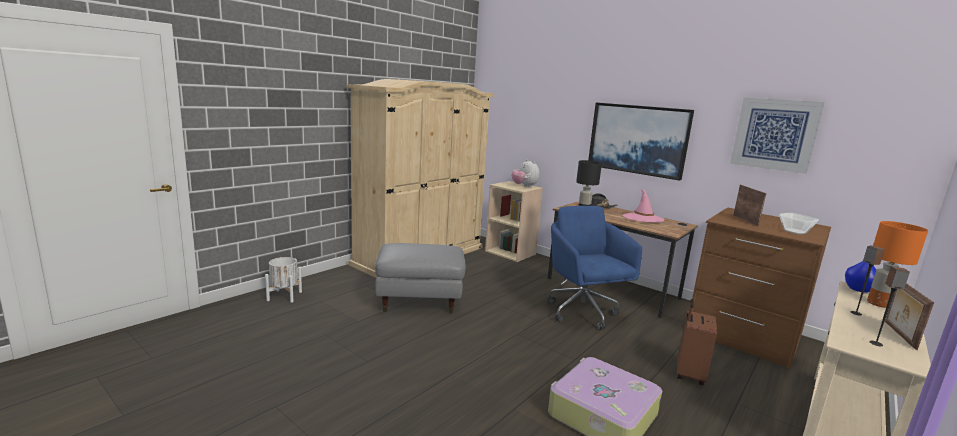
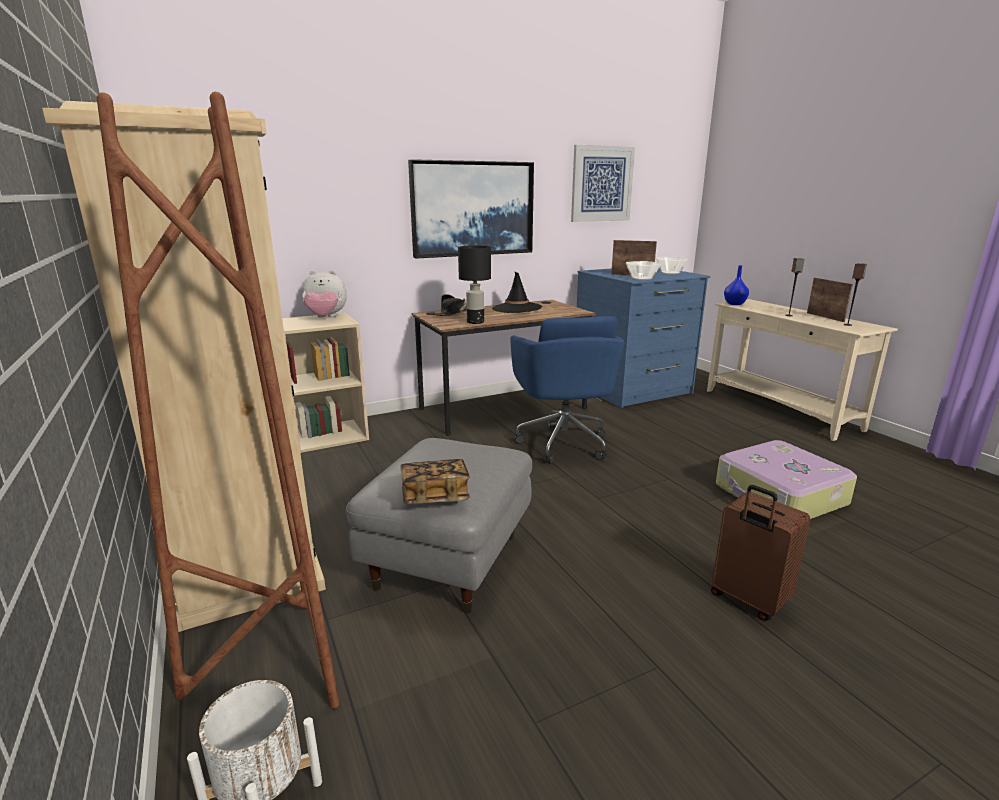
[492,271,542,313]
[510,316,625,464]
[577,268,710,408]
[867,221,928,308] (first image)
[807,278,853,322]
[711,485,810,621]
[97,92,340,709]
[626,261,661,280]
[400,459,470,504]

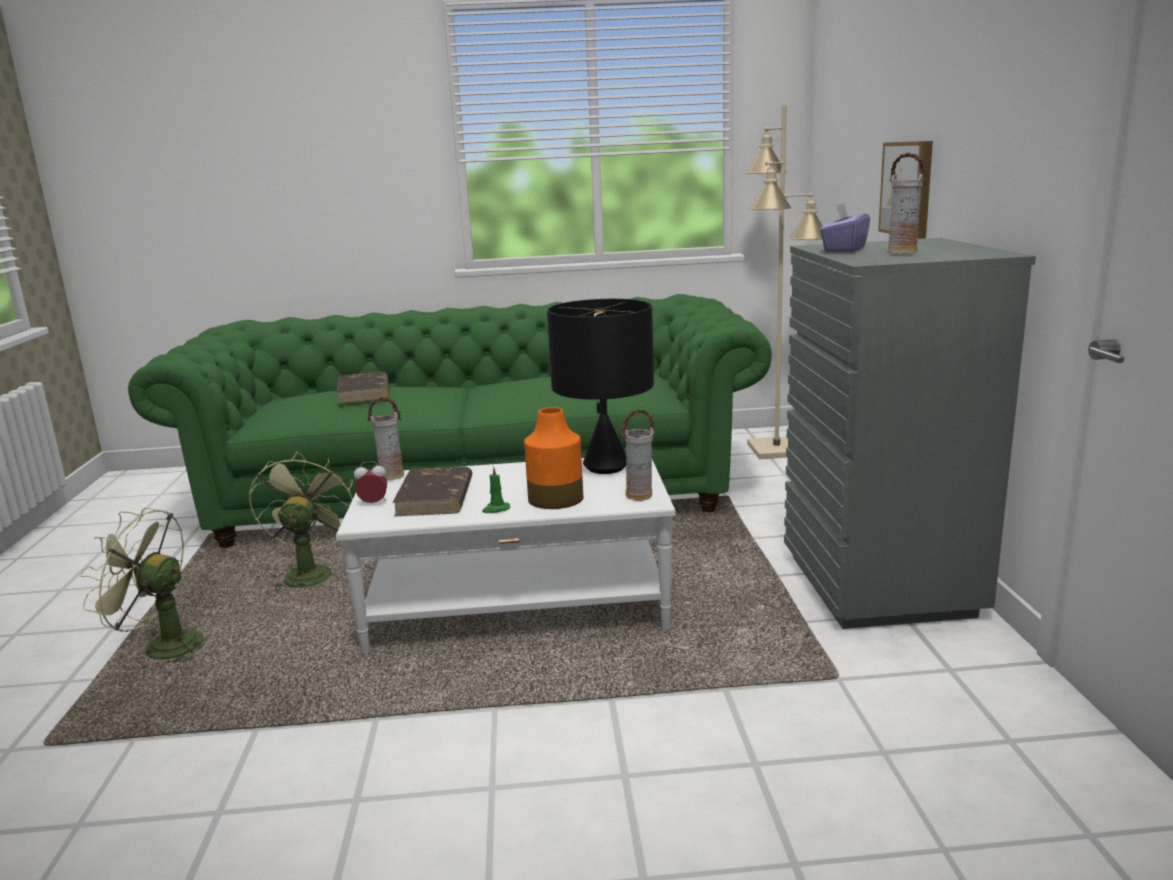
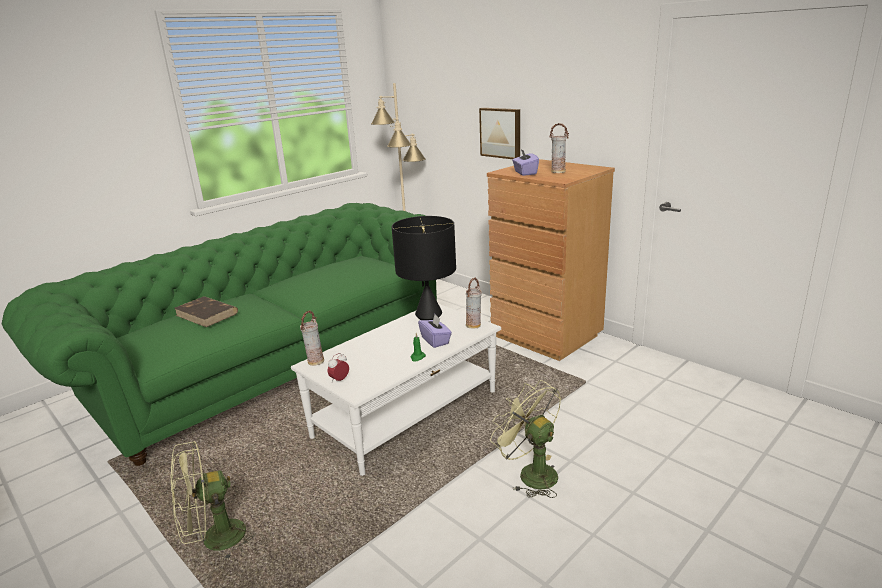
[487,159,615,361]
[418,314,452,348]
[490,380,561,498]
[392,467,472,516] (first image)

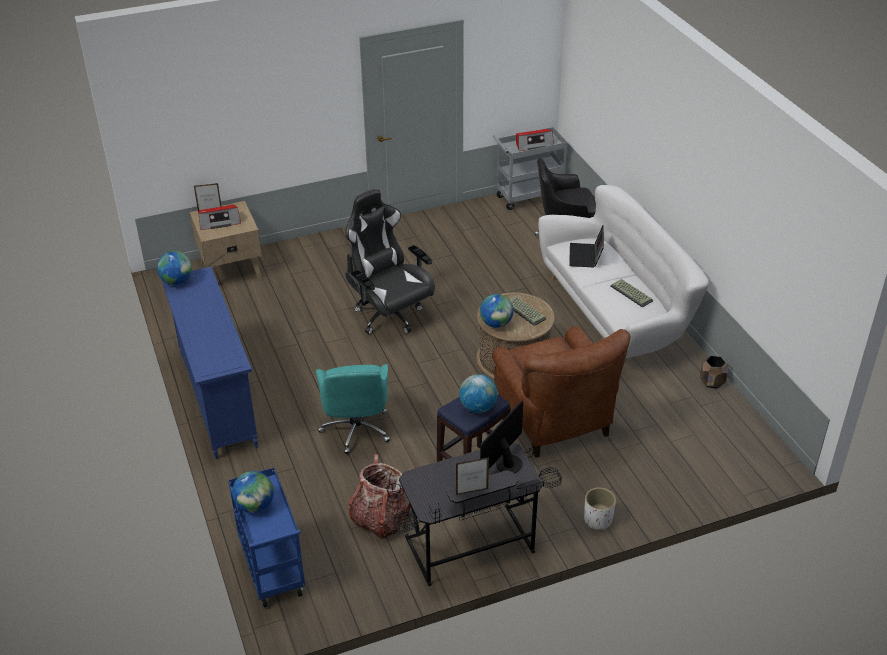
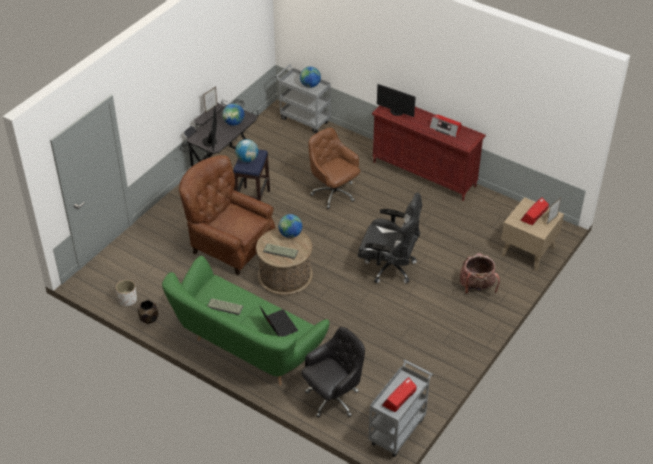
[162,256,329,386]
[222,104,244,126]
[372,106,486,201]
[308,127,361,209]
[460,253,500,294]
[275,64,331,133]
[116,280,137,307]
[377,84,416,117]
[429,114,461,138]

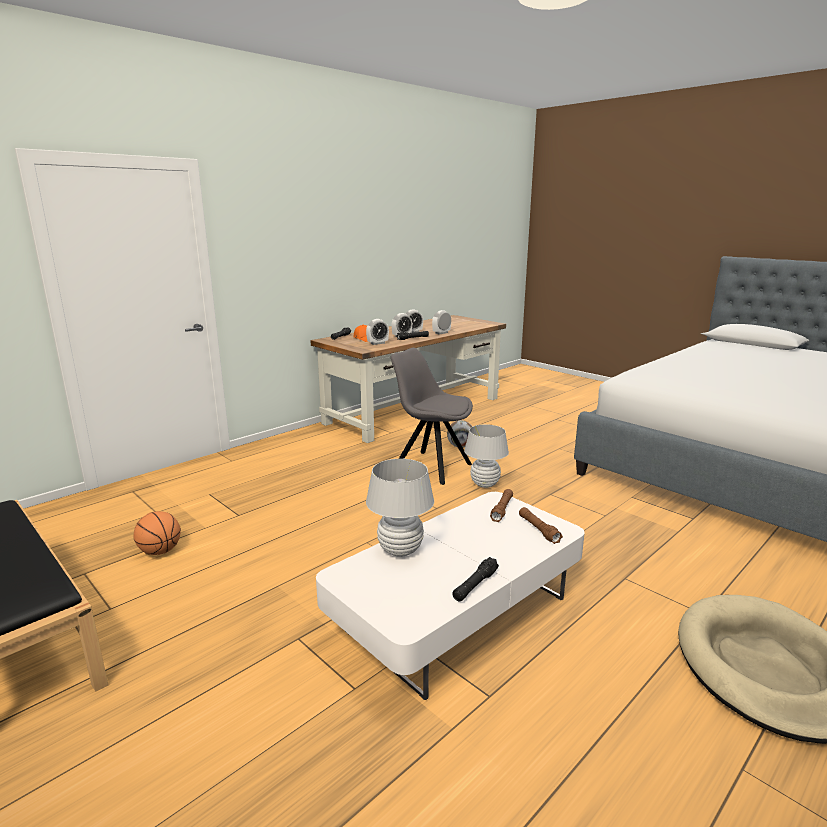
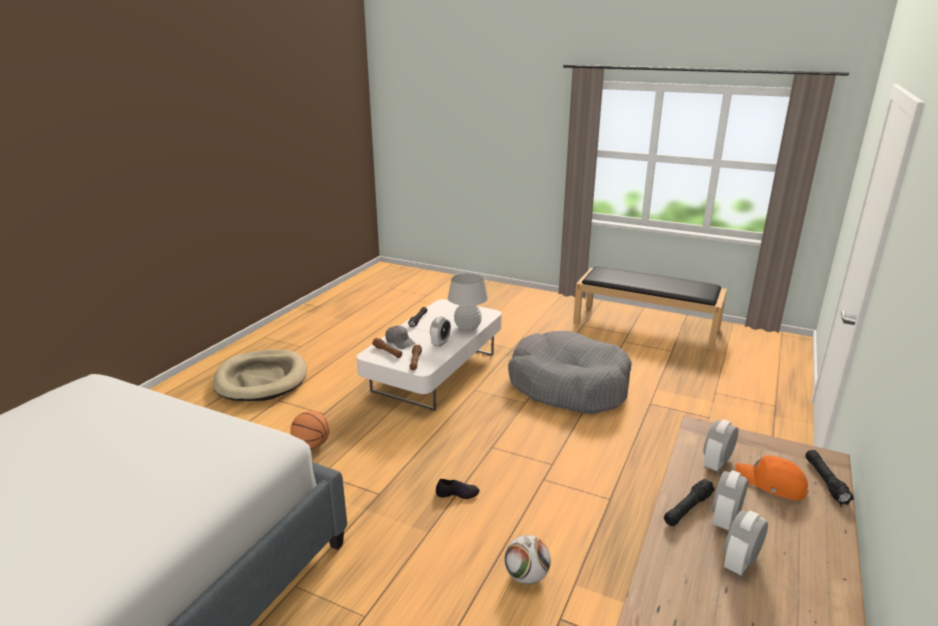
[430,317,451,347]
[391,348,473,485] (first image)
[436,479,480,499]
[290,411,330,449]
[385,326,416,349]
[508,331,632,414]

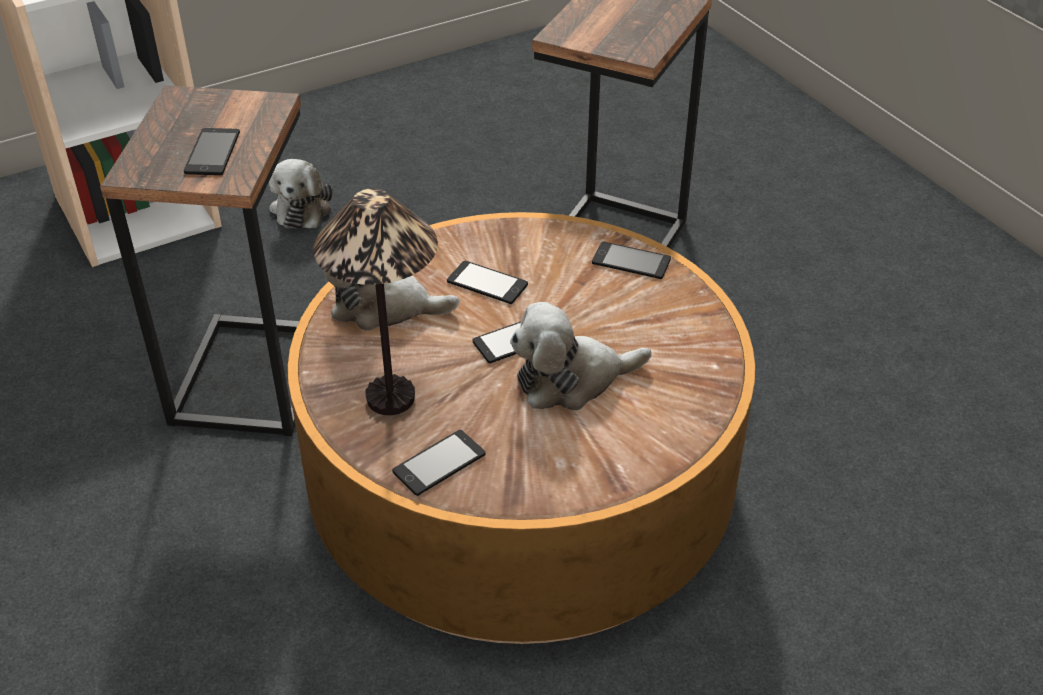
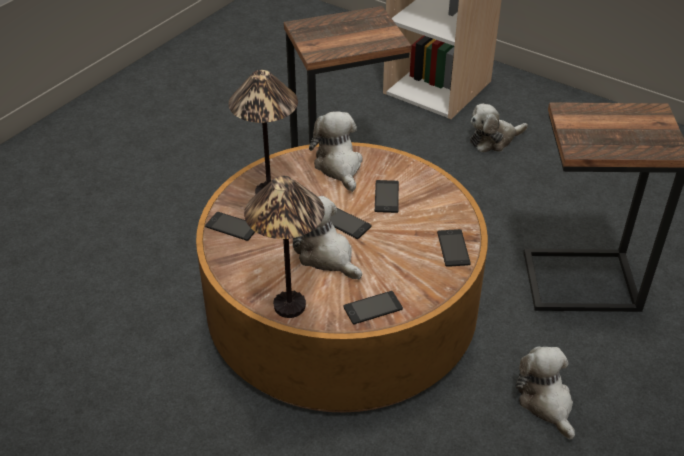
[344,291,403,325]
[244,176,325,318]
[516,346,575,439]

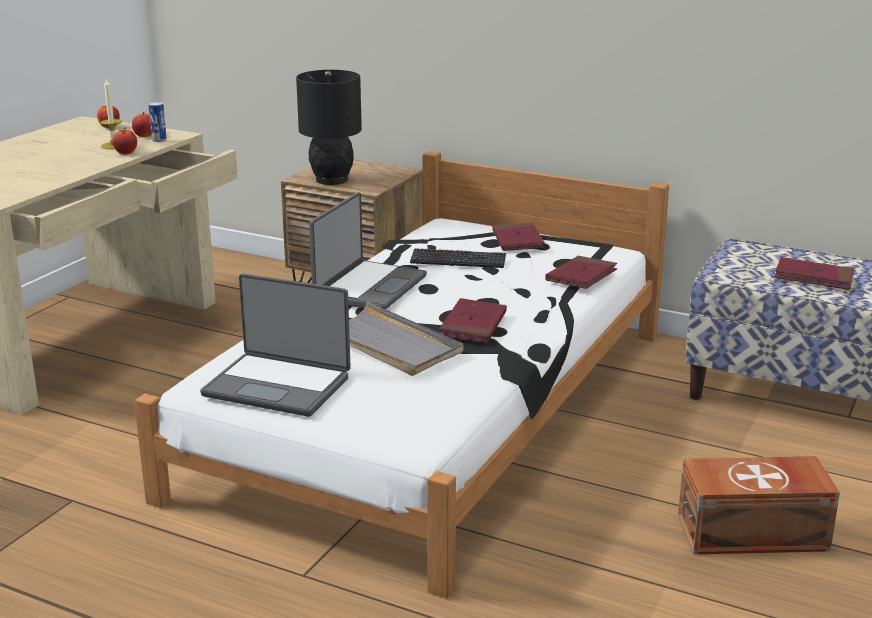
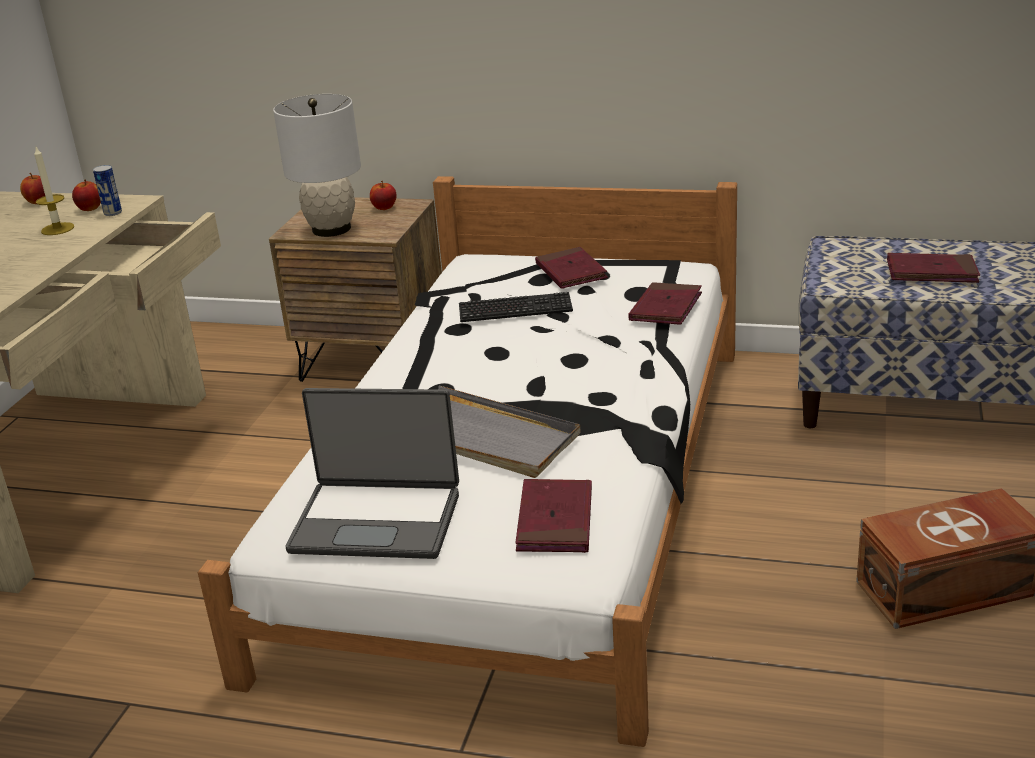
[273,94,361,237]
[370,181,396,210]
[309,192,427,309] (first image)
[515,479,592,553]

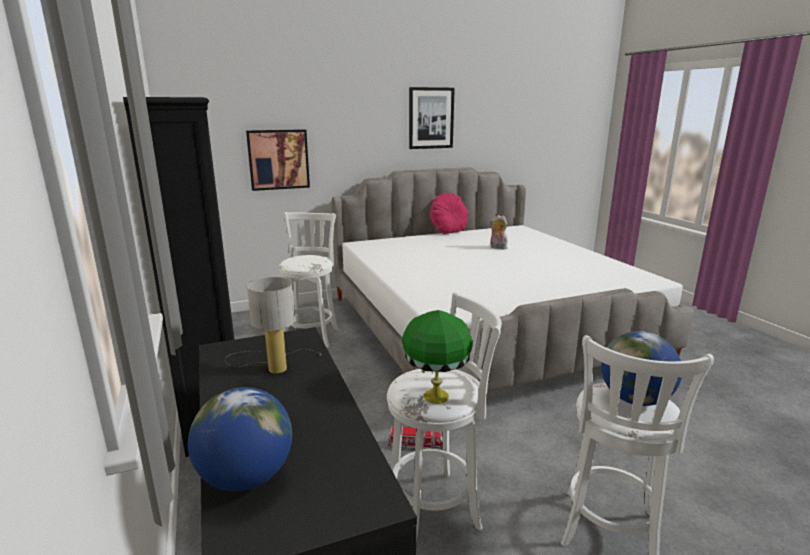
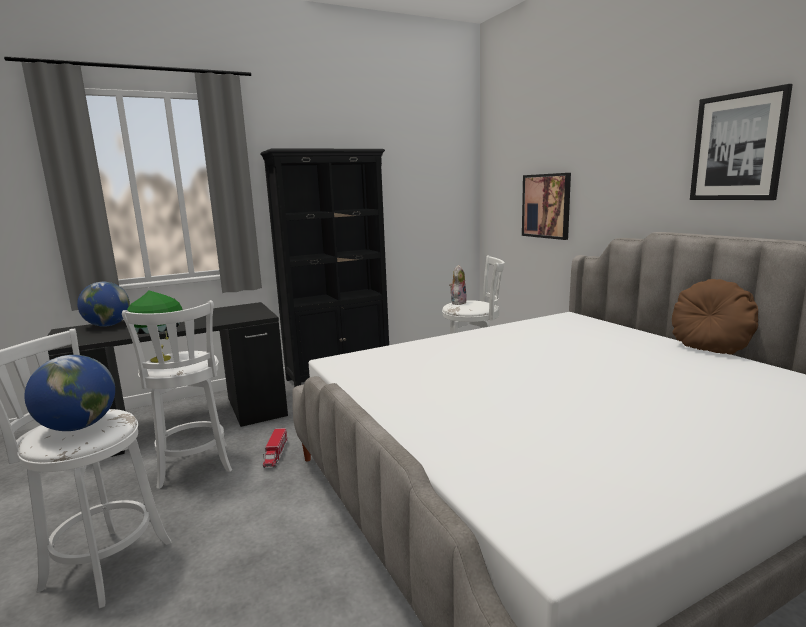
[672,279,758,355]
[449,265,467,305]
[225,277,322,373] (first image)

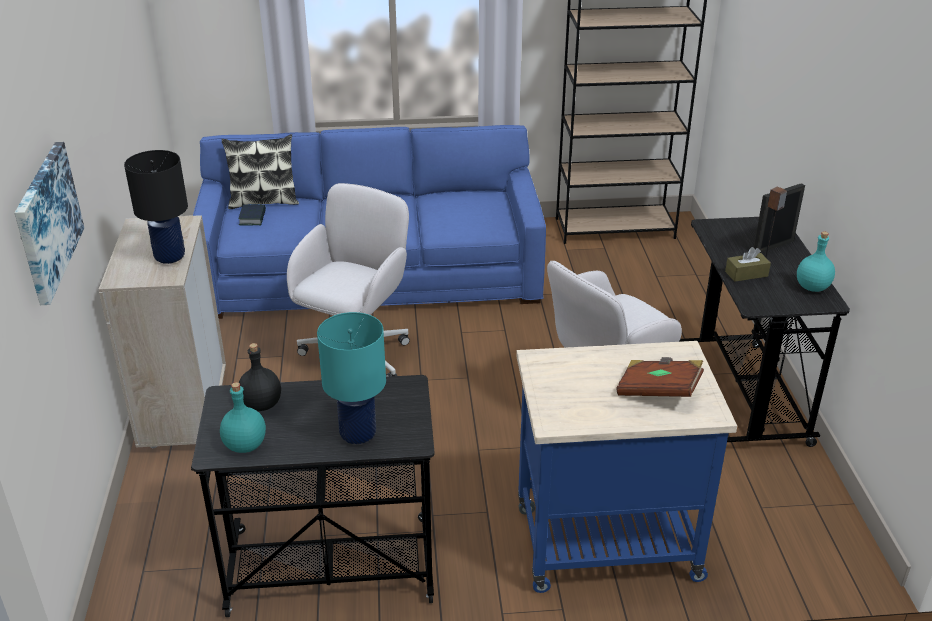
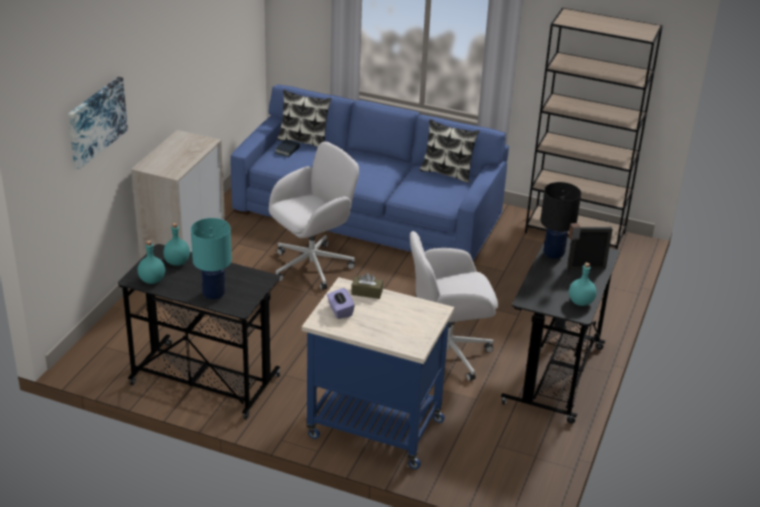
[540,182,581,259]
[351,273,383,299]
[163,223,190,266]
[616,357,704,397] (first image)
[419,119,479,183]
[327,288,355,319]

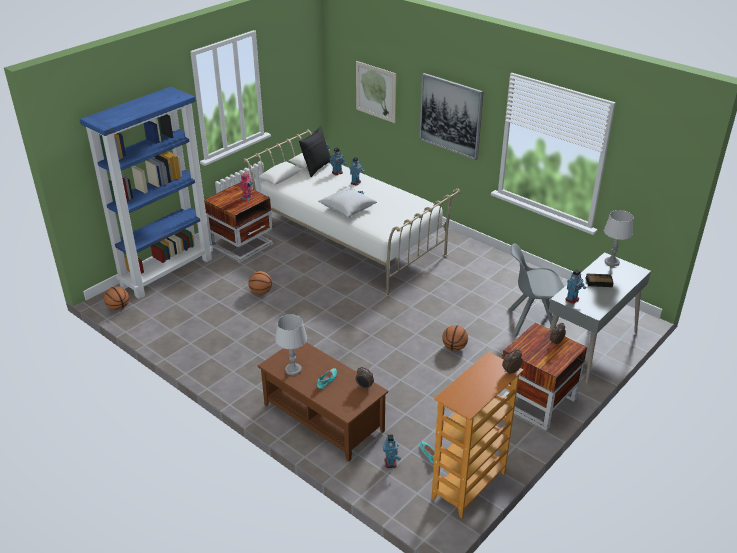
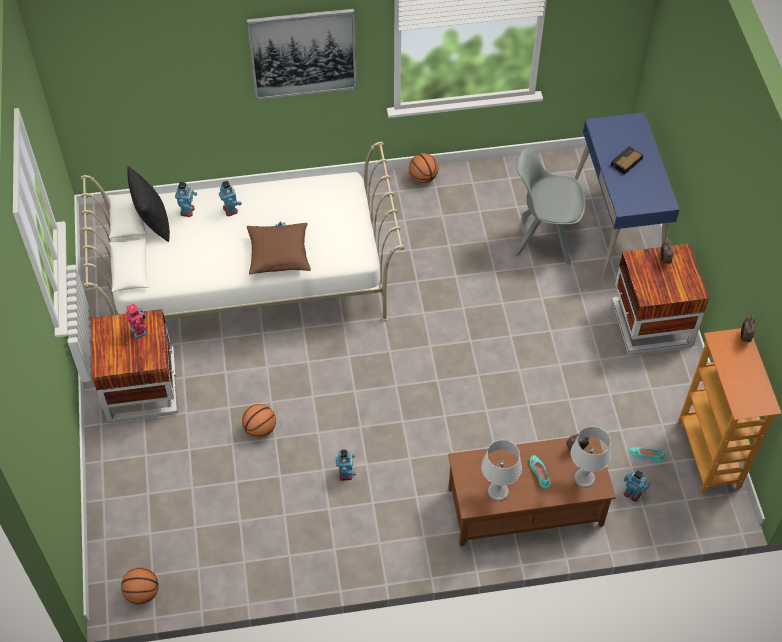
[356,61,396,123] (first image)
[80,87,213,299] (first image)
[247,221,311,274]
[571,426,611,488]
[514,149,585,265]
[574,112,680,276]
[336,449,356,481]
[409,153,439,183]

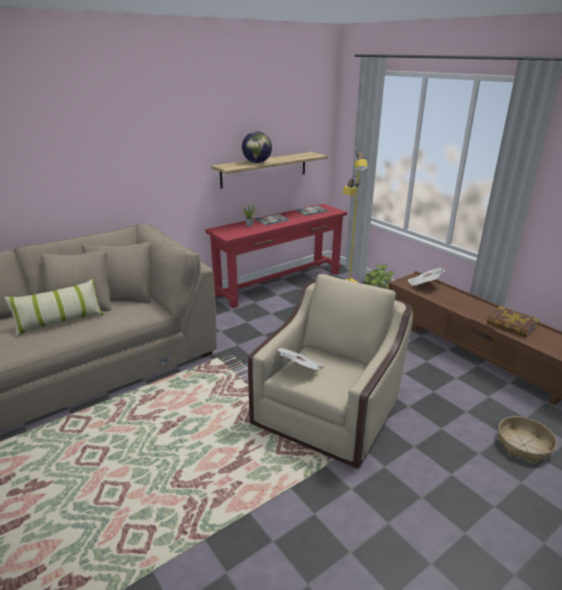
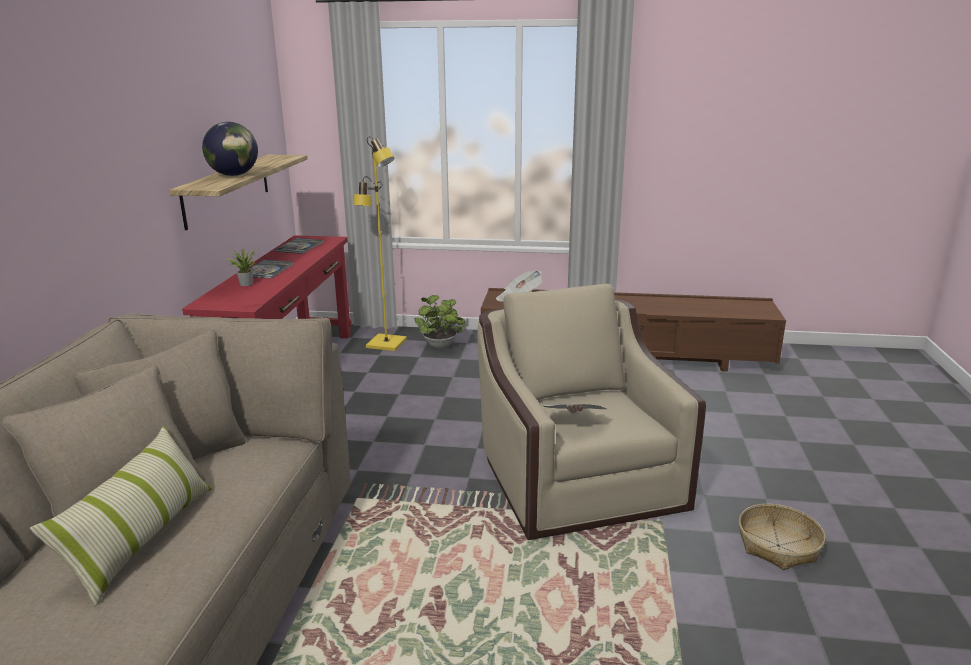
[487,306,540,337] (first image)
[739,504,826,570]

